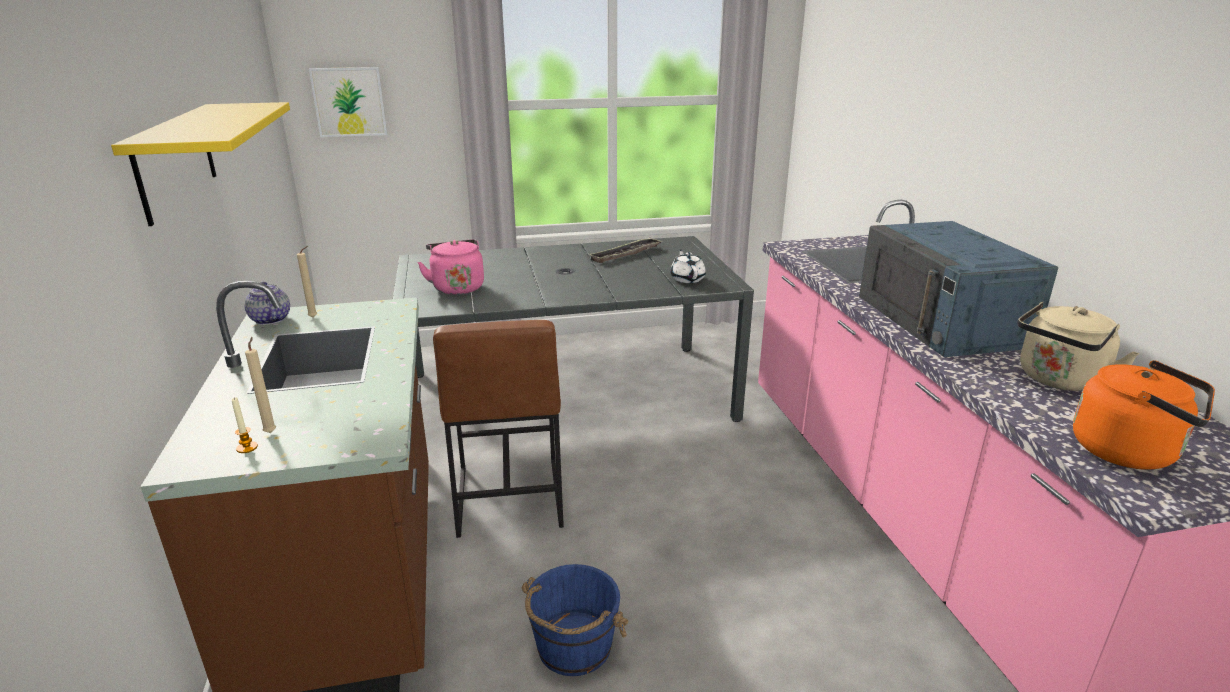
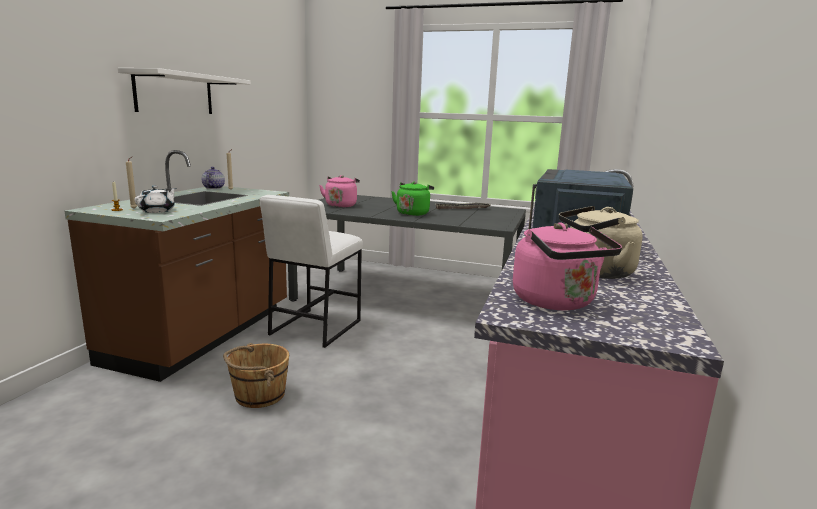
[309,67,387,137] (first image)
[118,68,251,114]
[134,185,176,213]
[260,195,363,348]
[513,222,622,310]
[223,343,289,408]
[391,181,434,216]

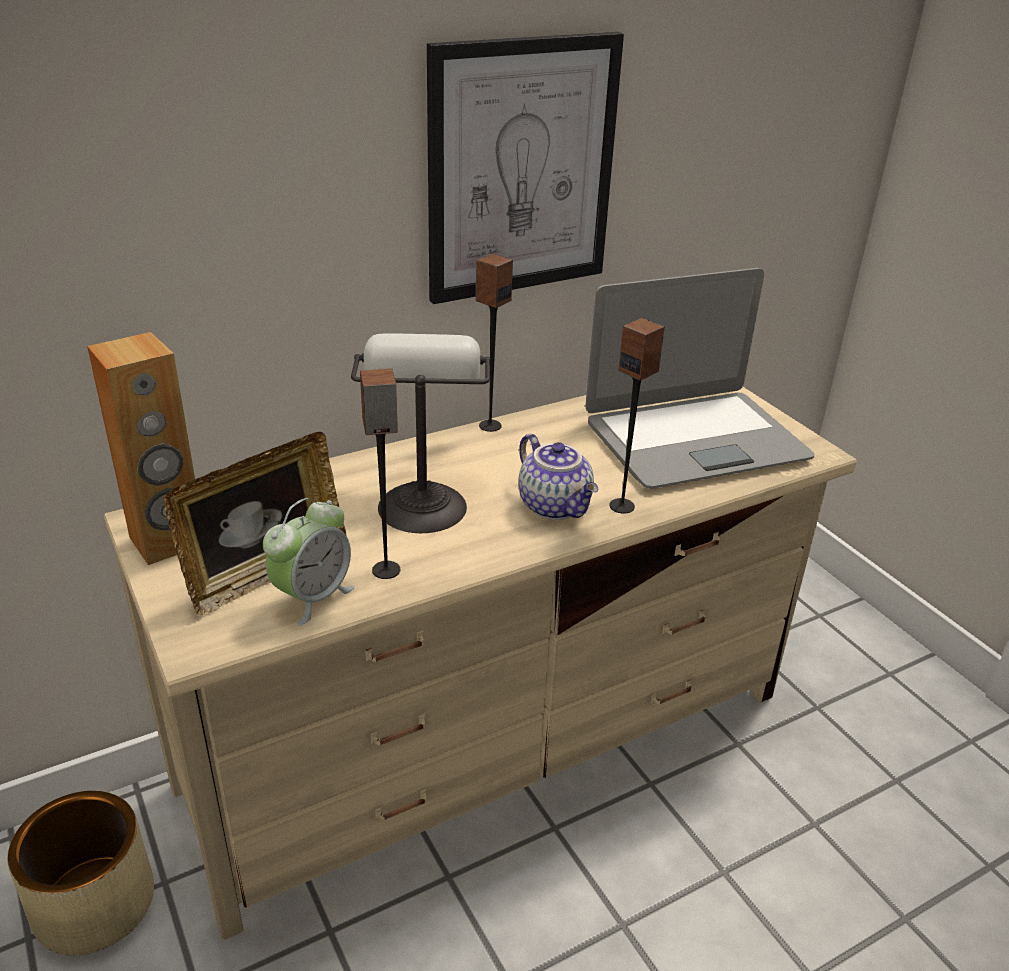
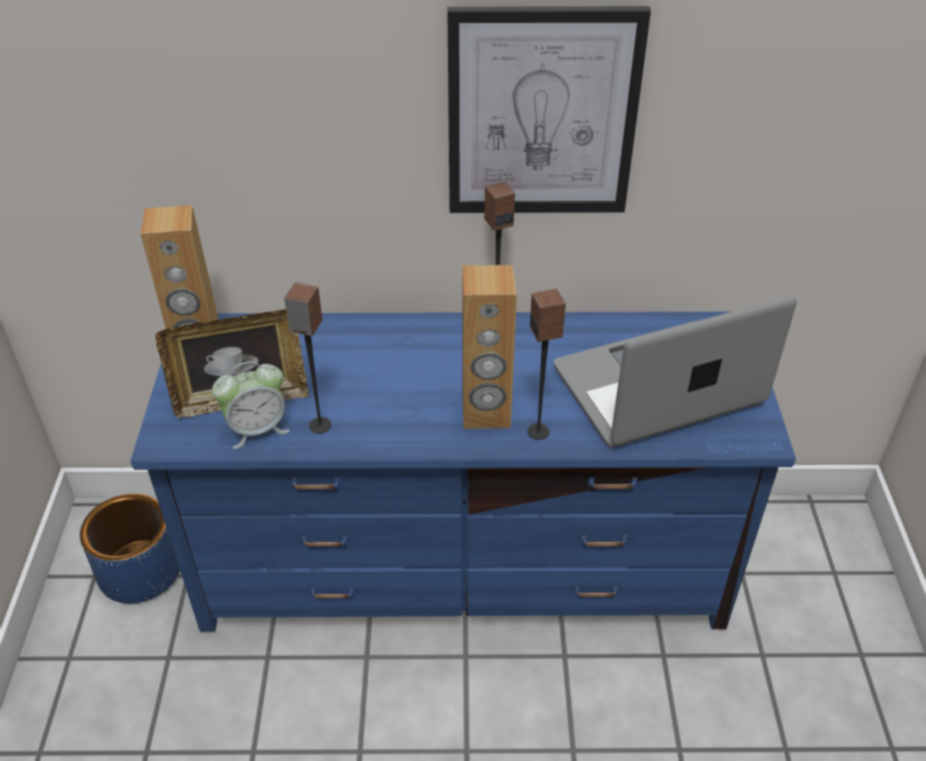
[554,296,797,447]
[351,333,491,533] (first image)
[131,312,796,632]
[462,265,517,429]
[80,493,180,604]

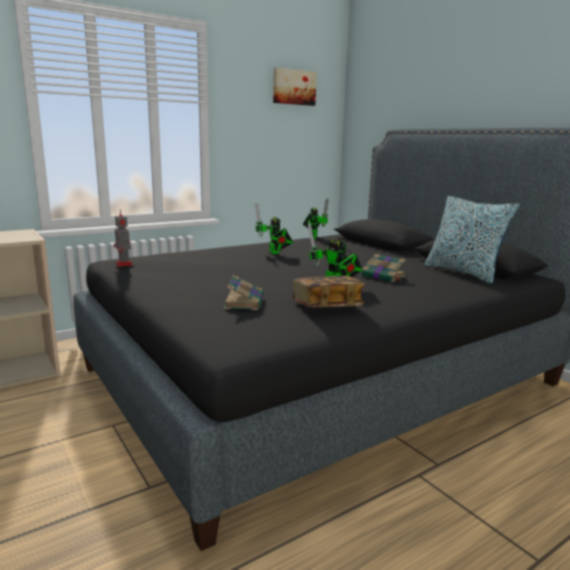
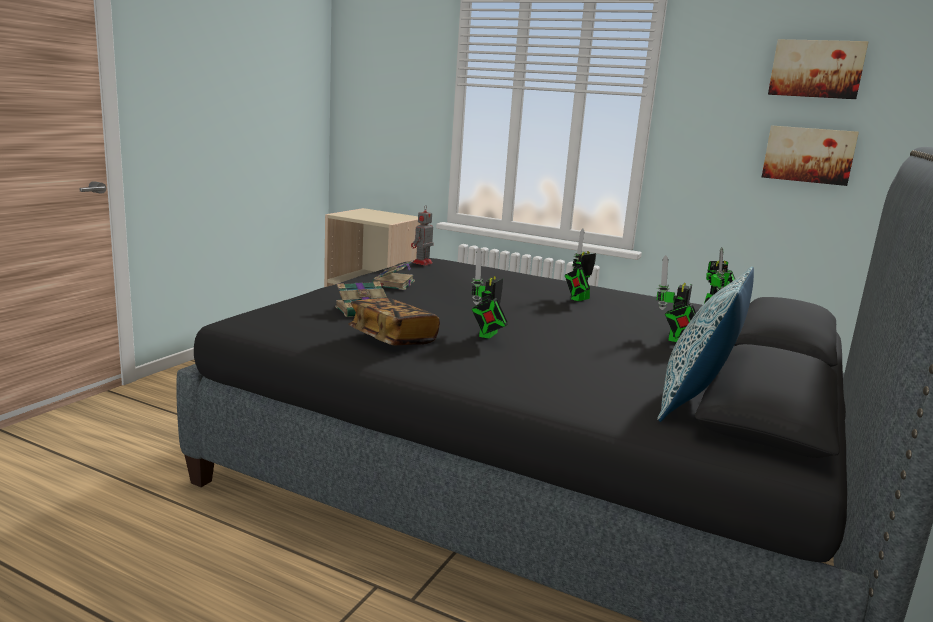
[372,260,415,290]
[762,125,859,186]
[656,255,696,342]

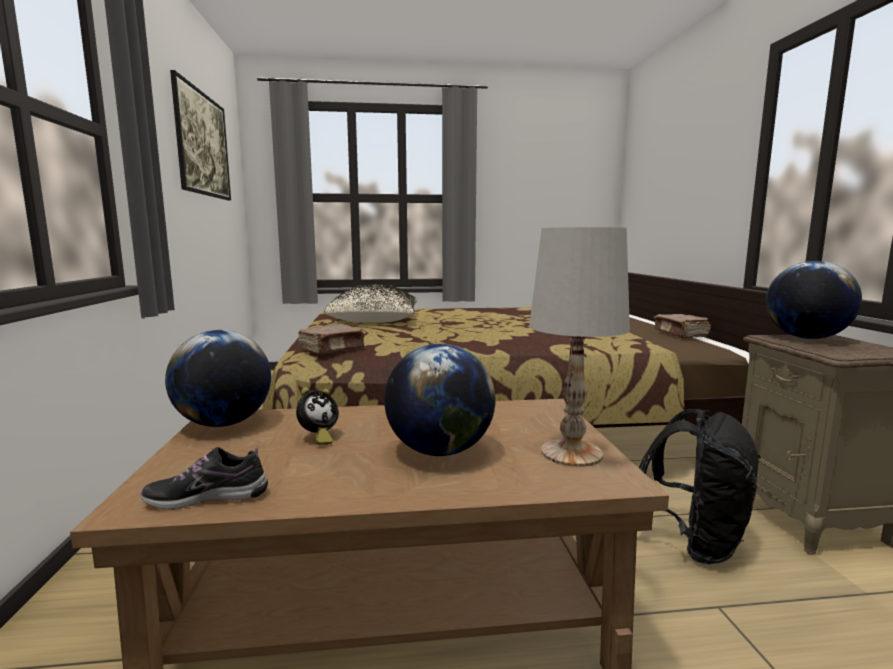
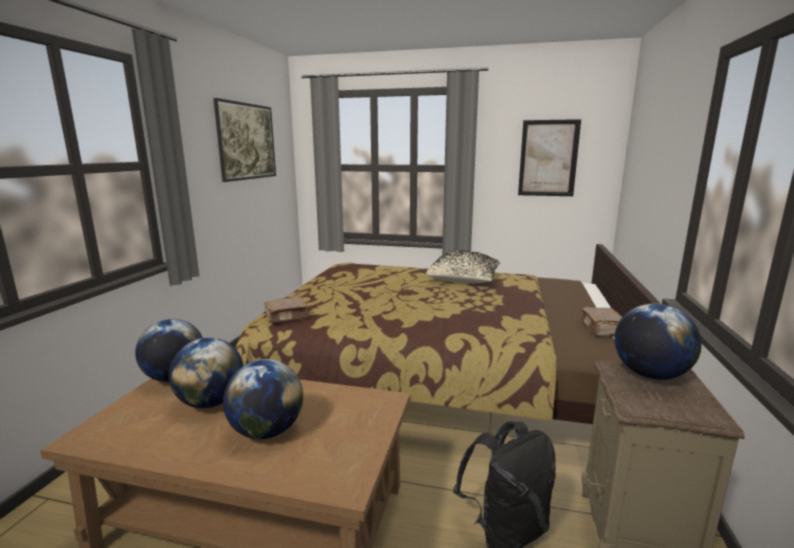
[529,227,630,467] (first image)
[425,250,500,283]
[169,338,243,408]
[141,447,268,510] (first image)
[518,119,581,196]

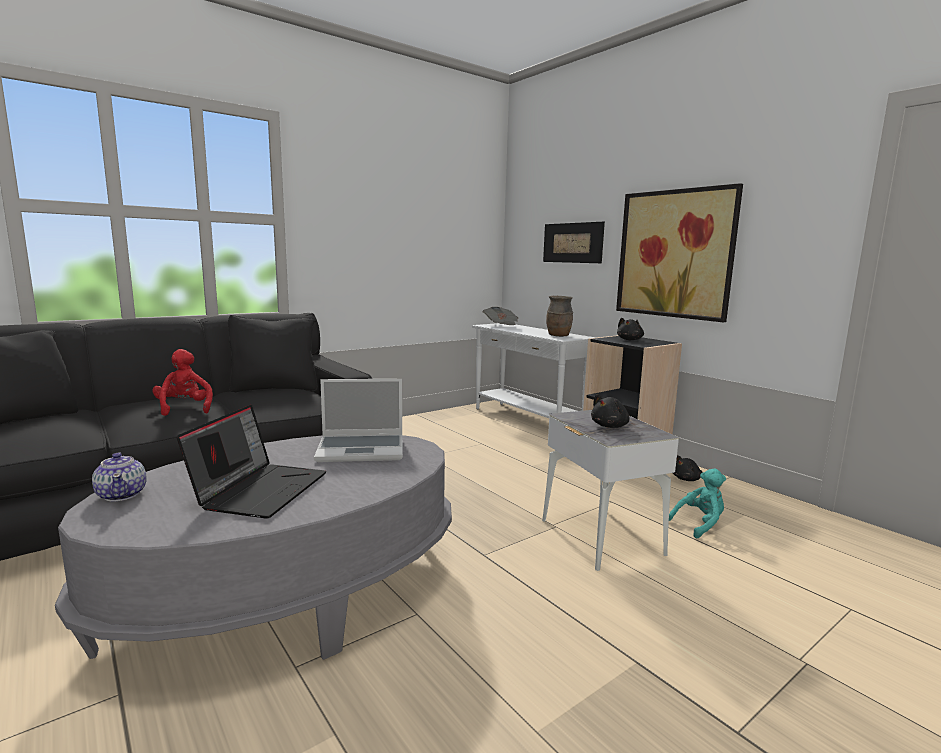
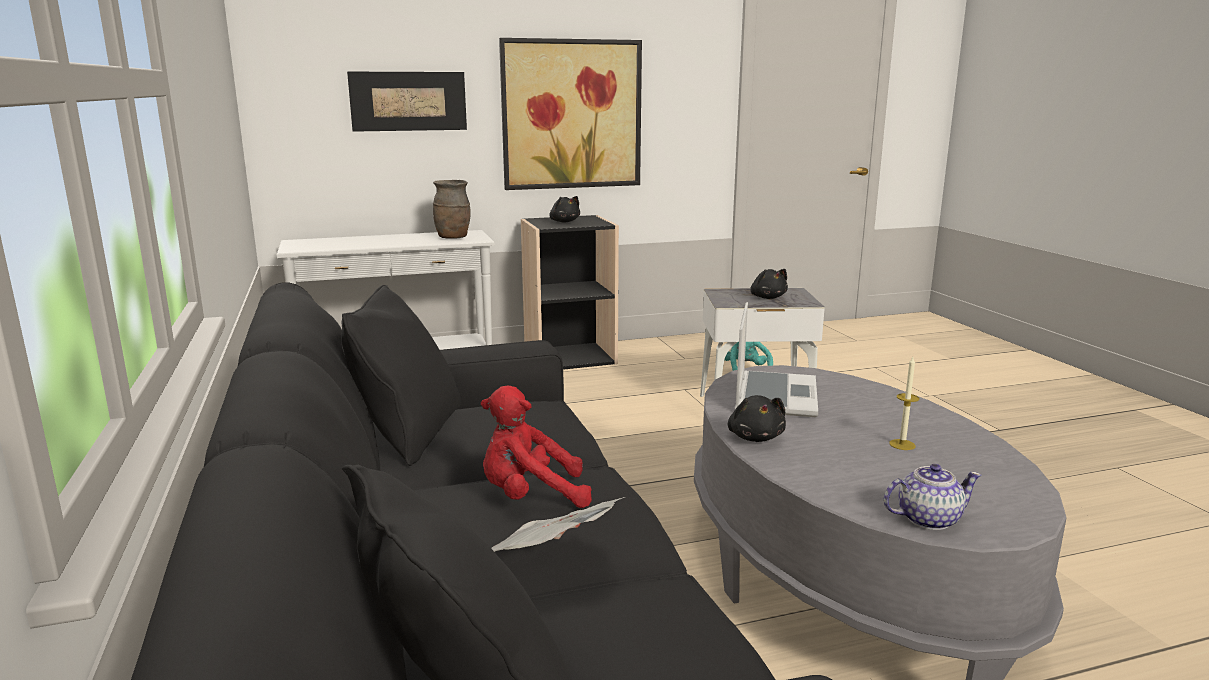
[491,497,625,552]
[889,357,919,450]
[728,395,786,442]

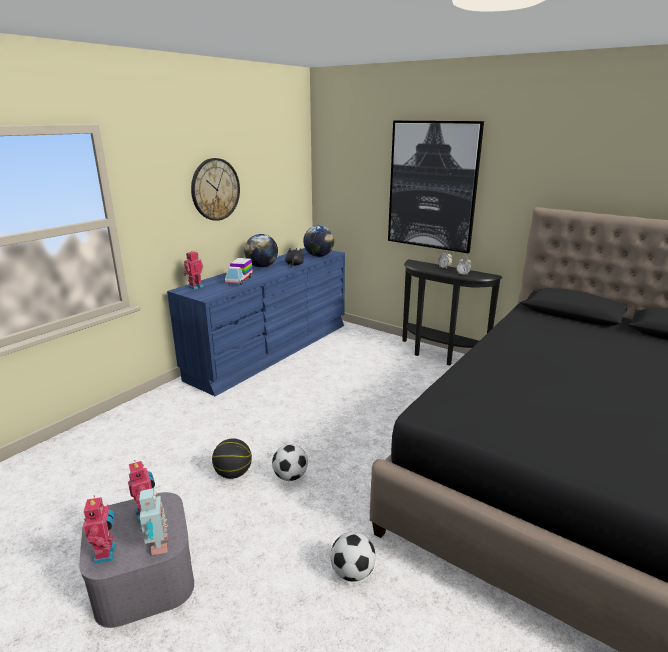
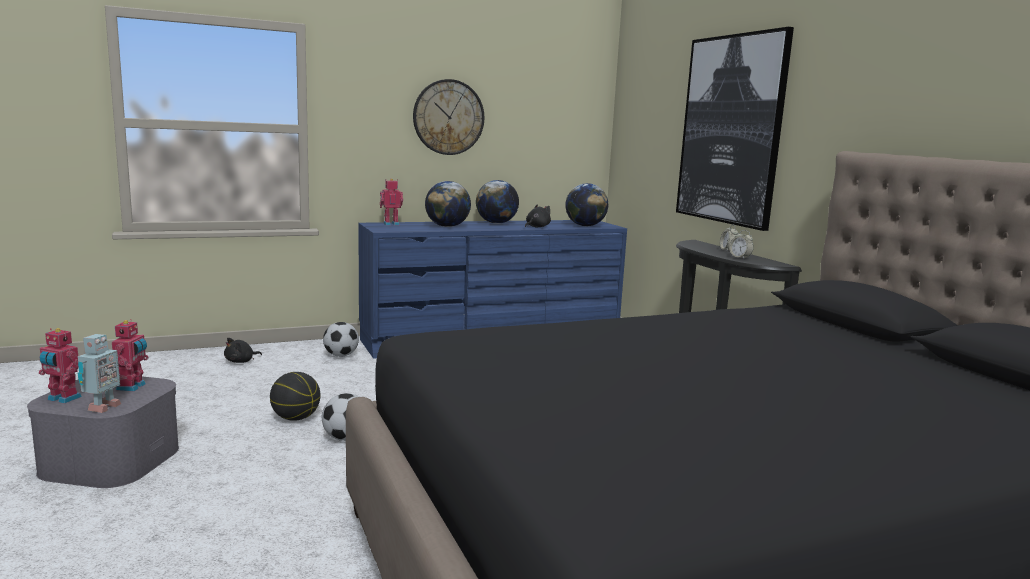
[425,181,471,227]
[39,328,82,404]
[323,322,359,357]
[224,338,262,363]

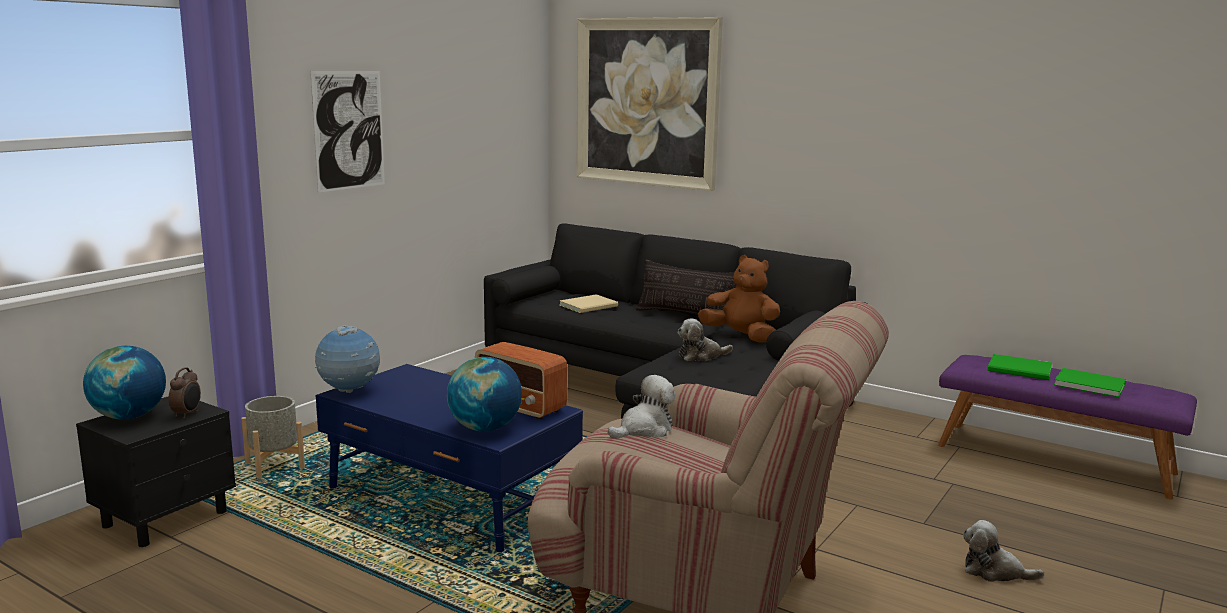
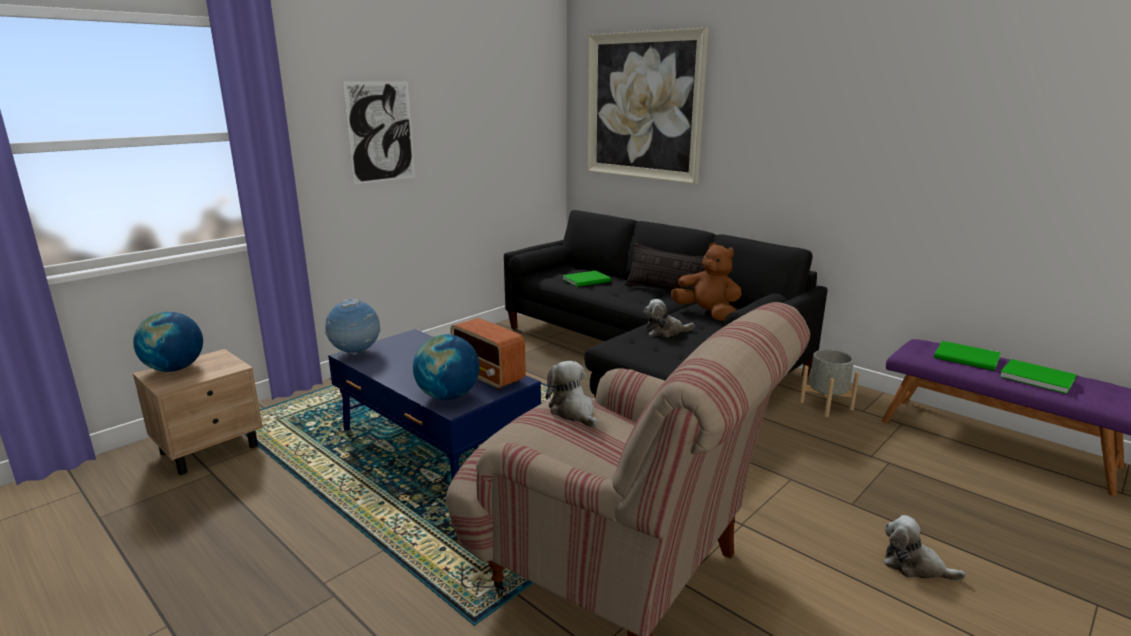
[563,270,611,287]
[169,367,201,419] (first image)
[545,361,597,428]
[133,349,263,475]
[800,350,860,417]

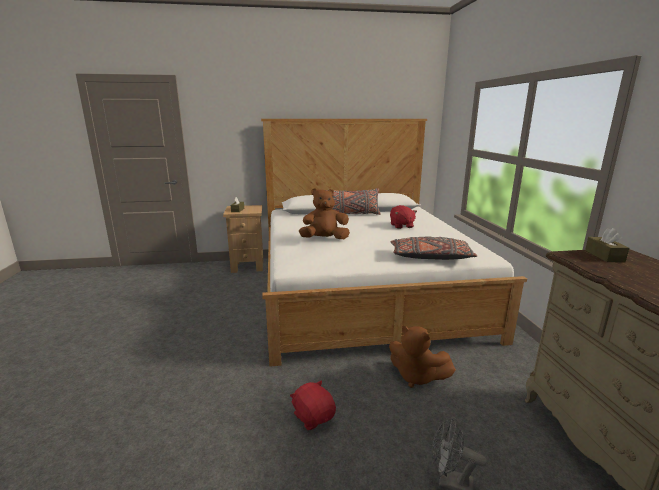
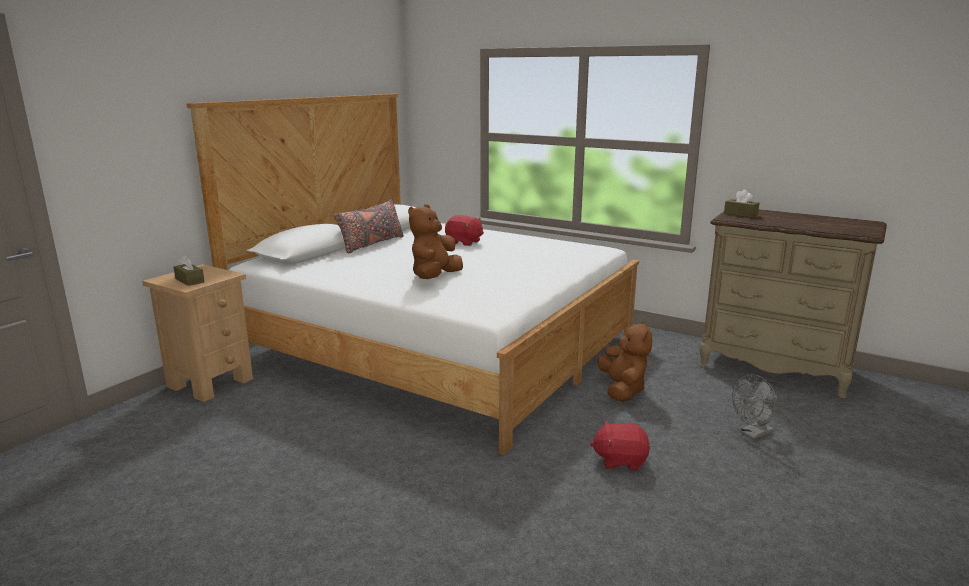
[390,236,477,260] (first image)
[598,321,652,402]

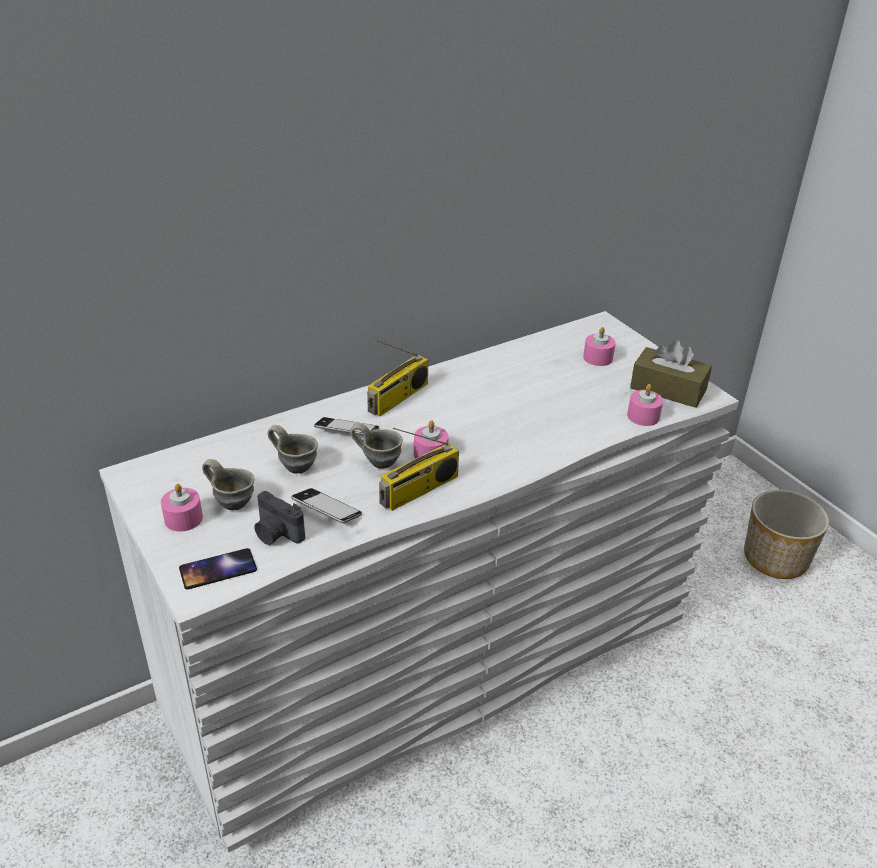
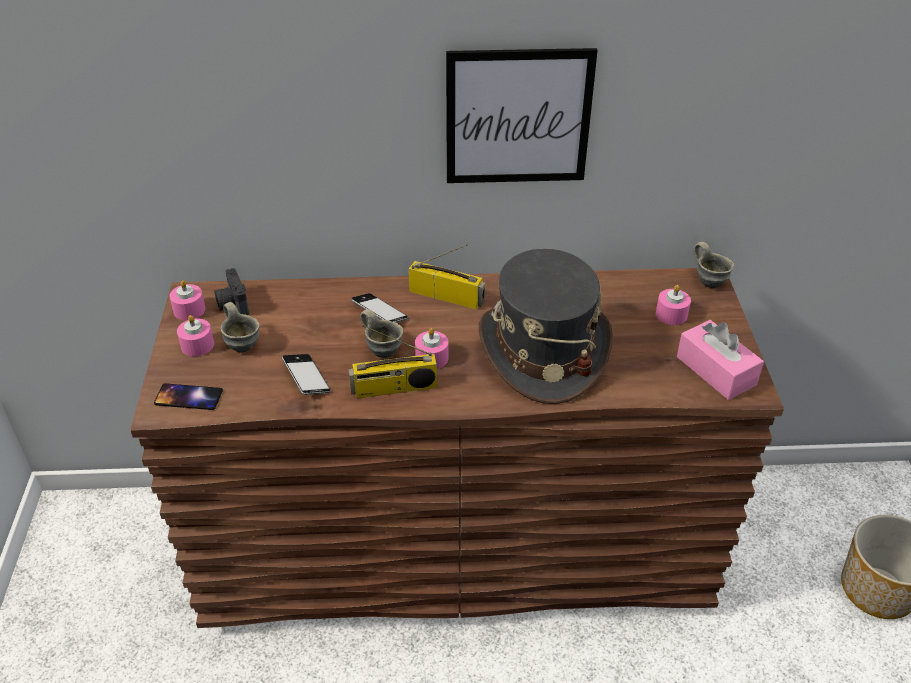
[130,268,784,628]
[408,244,485,309]
[677,320,764,400]
[170,280,205,320]
[694,242,734,288]
[214,268,249,315]
[446,48,598,183]
[479,249,613,404]

